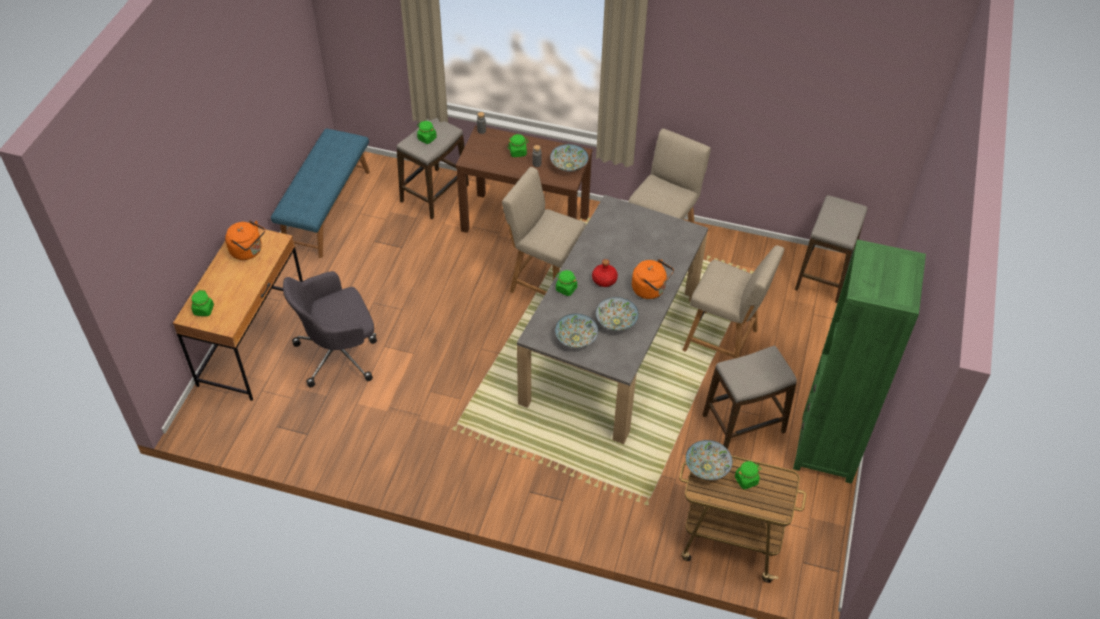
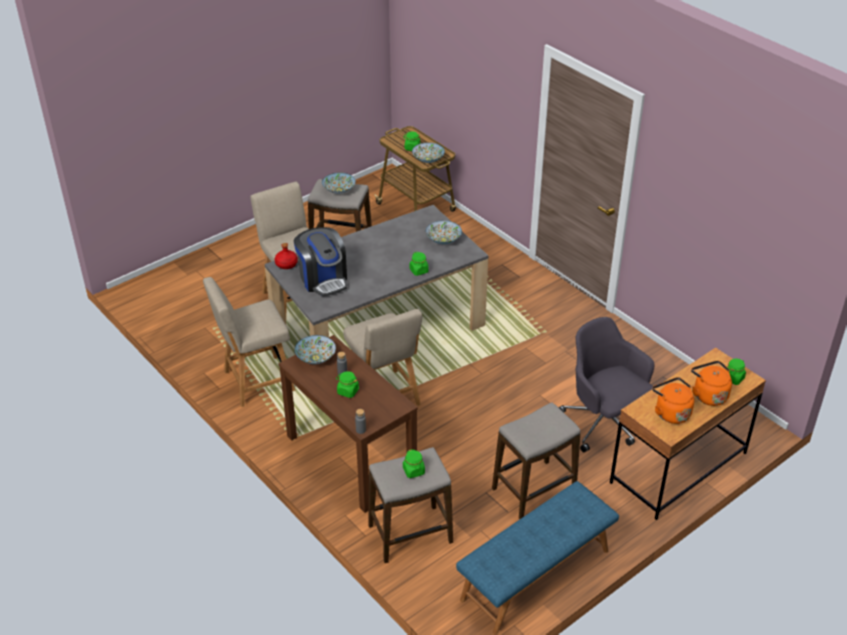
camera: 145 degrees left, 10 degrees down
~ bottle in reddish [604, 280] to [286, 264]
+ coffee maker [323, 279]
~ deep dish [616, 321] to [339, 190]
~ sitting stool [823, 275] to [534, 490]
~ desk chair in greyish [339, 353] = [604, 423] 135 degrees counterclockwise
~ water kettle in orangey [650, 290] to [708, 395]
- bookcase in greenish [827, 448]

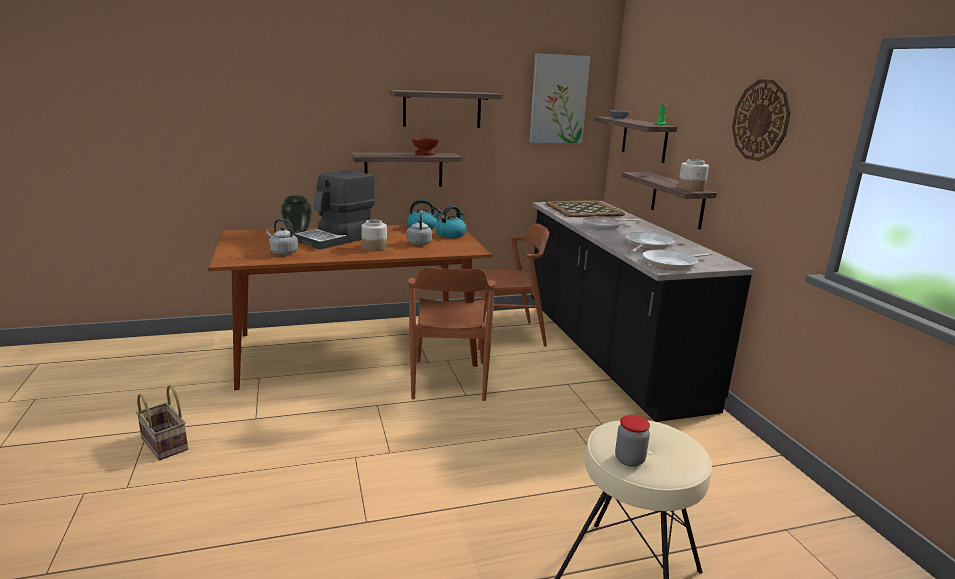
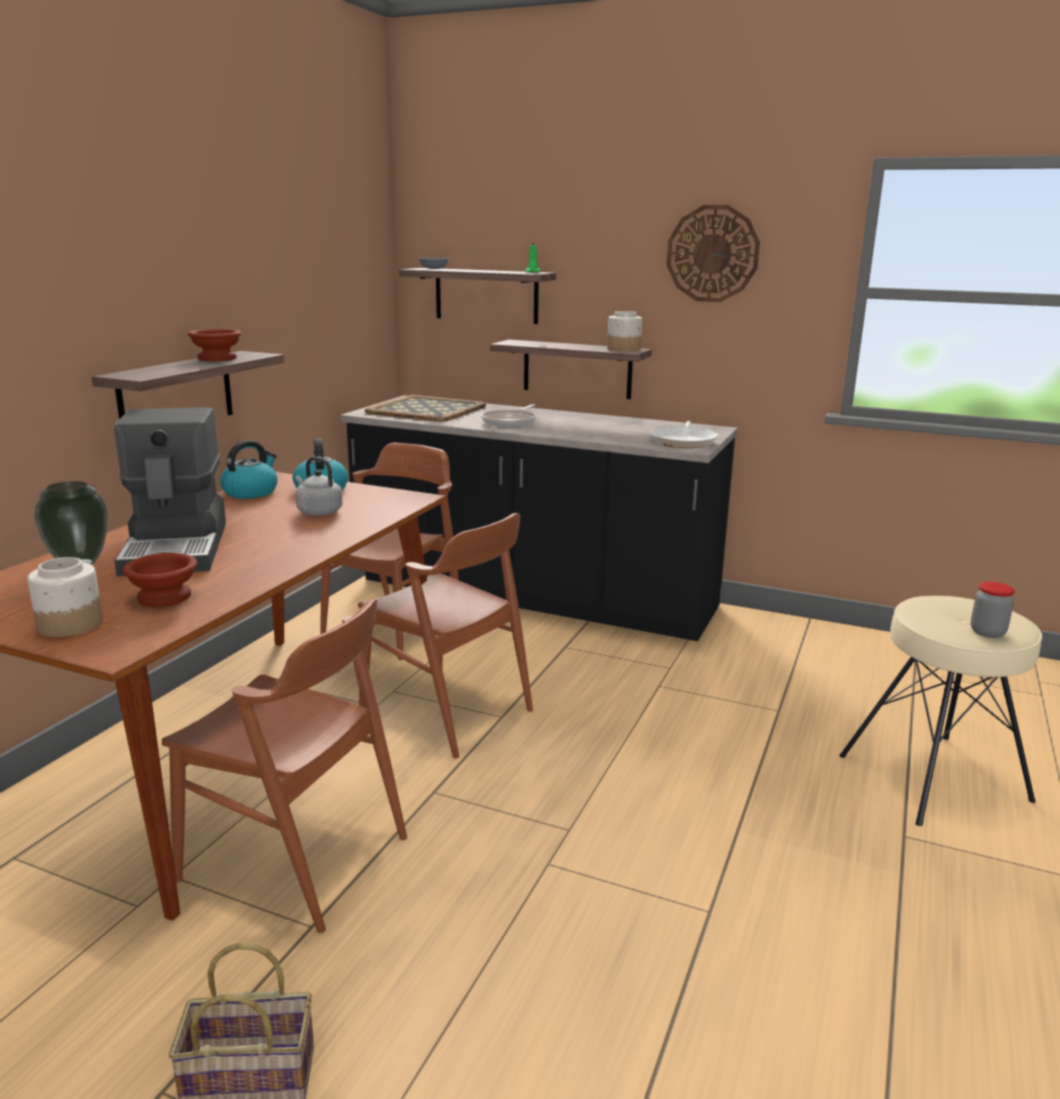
camera: 50 degrees left, 0 degrees up
~ preserve jar [374, 247] to [69, 625]
~ water kettle in greyish [282, 252] to deep dish in brown [163, 598]
+ chair in brown [295, 858]
- wall shelf [442, 109]
- wall picture [558, 99]
- pan [646, 245]

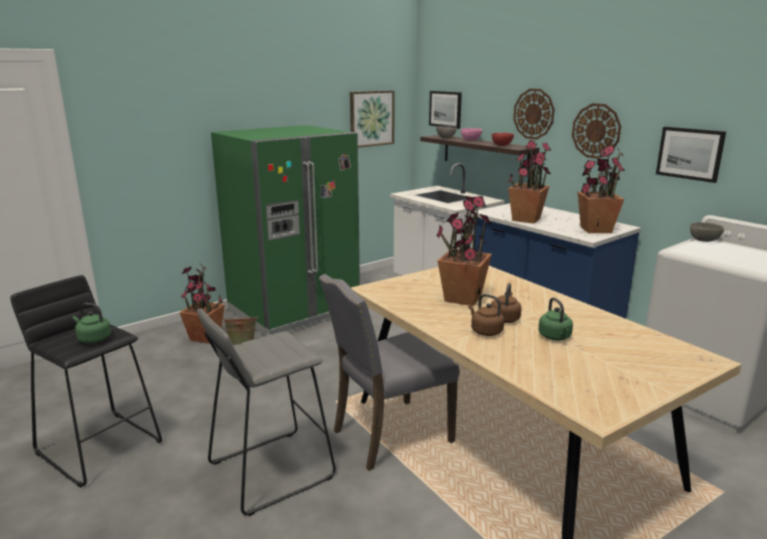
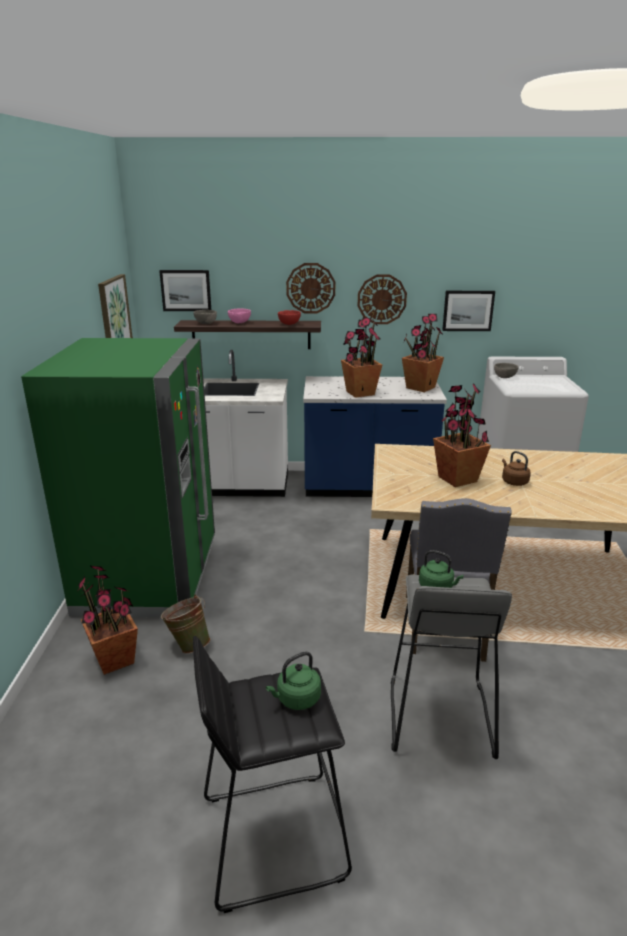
camera: 50 degrees left, 5 degrees up
~ water kettle in greenish [555, 337] to [437, 587]
- water kettle in brown [485, 331]

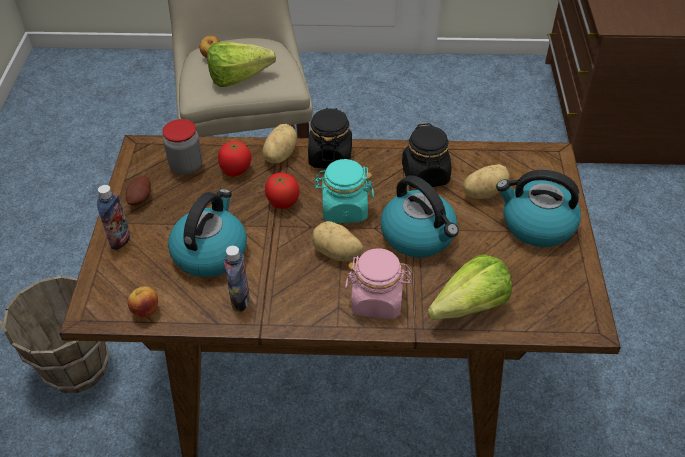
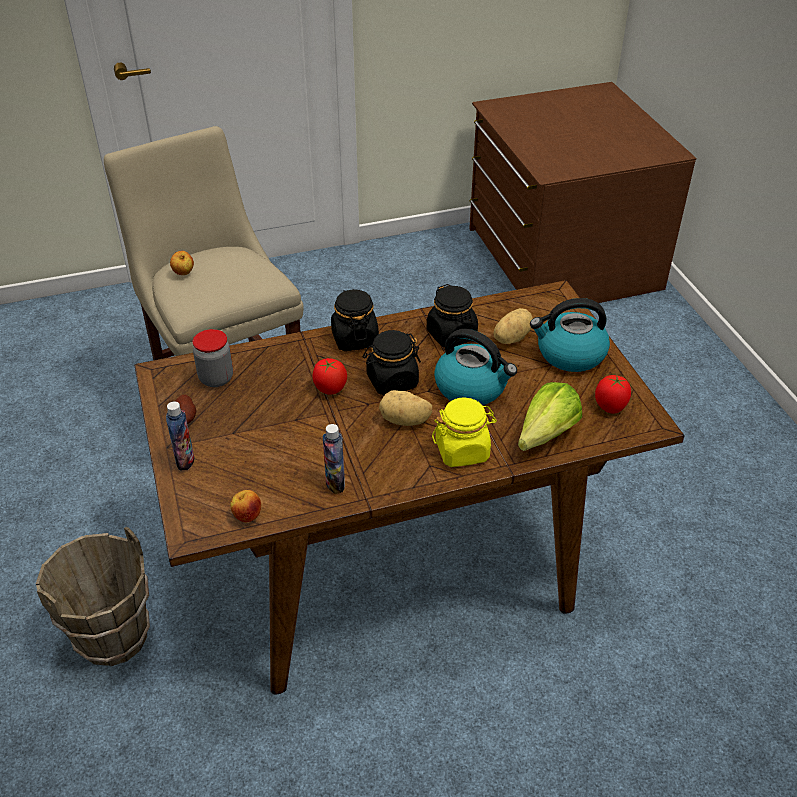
camera: 20 degrees left, 5 degrees down
~ preserve jar in turquoise-coloured [344, 209] to preserve jar in black [392, 381]
~ preserve jar in pink [377, 300] to preserve jar in yellowish [462, 450]
~ tomato [235, 170] to [610, 406]
- water kettle [210, 252]
- head of lettuce [244, 78]
- potato [279, 155]

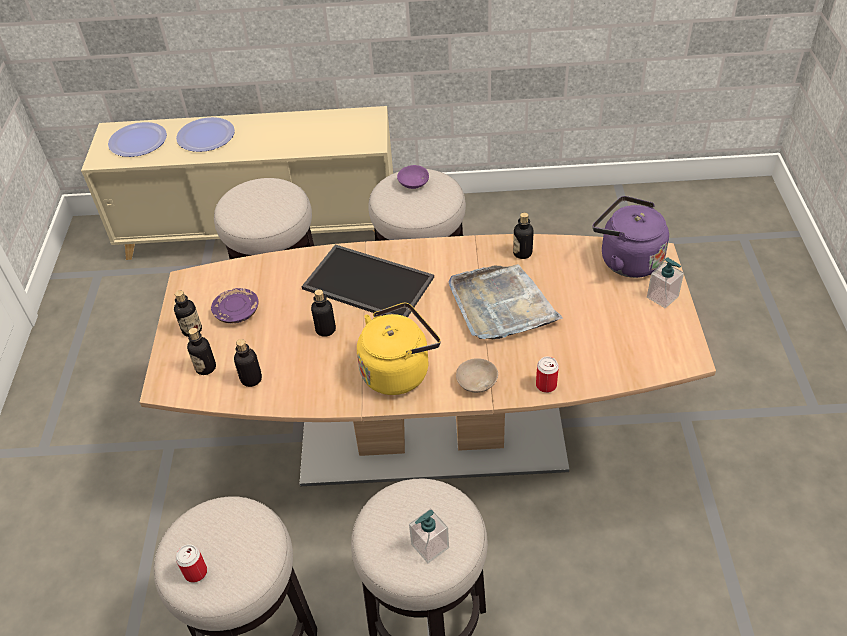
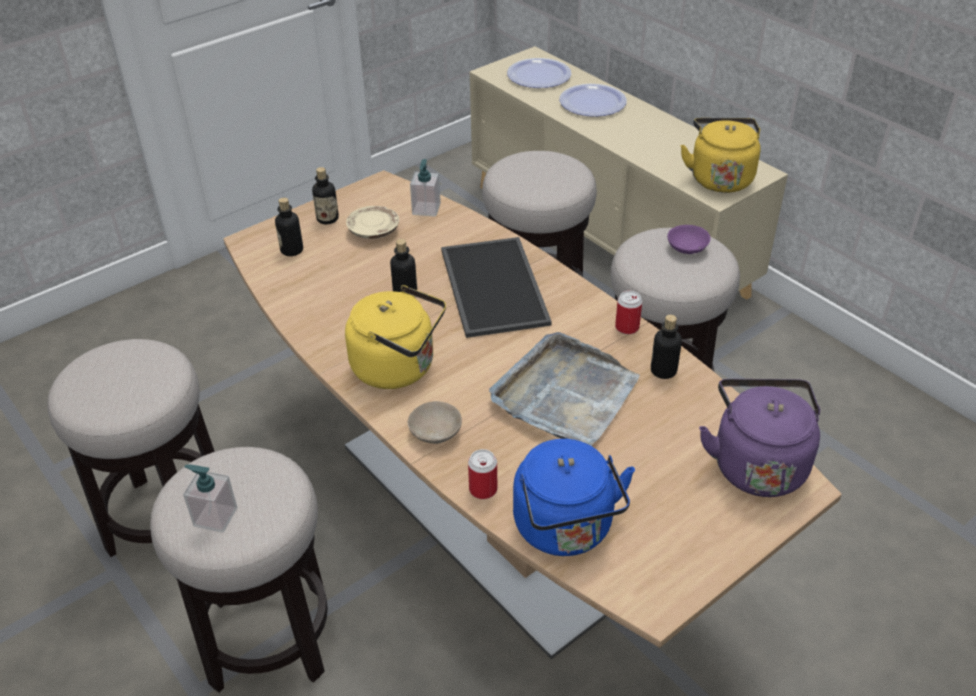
camera: 50 degrees right, 5 degrees down
~ dinner plate in purplish [236, 312] to dinner plate in beige-coloured [373, 230]
~ liquid soap bottle [662, 297] to [426, 209]
+ water kettle in blue [566, 530]
~ metal can [195, 572] to [627, 327]
+ water kettle in yellowish [720, 177]
- bottle [251, 379]

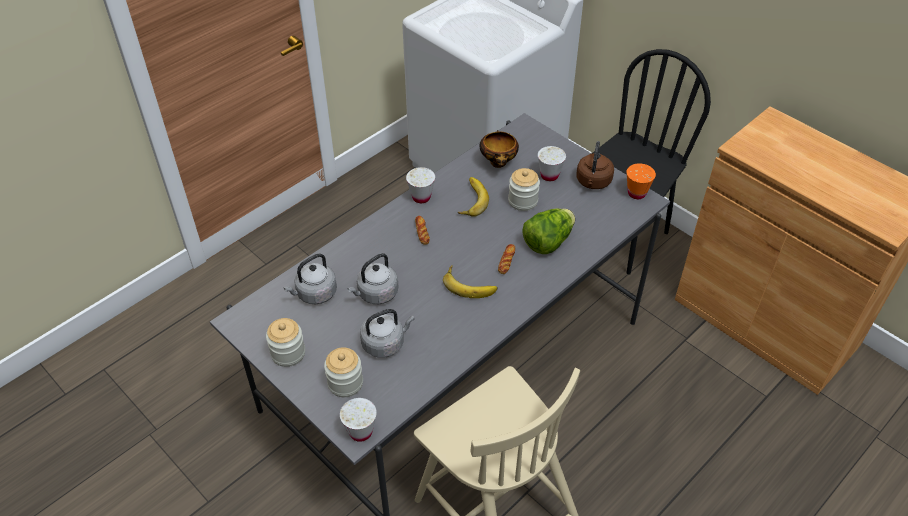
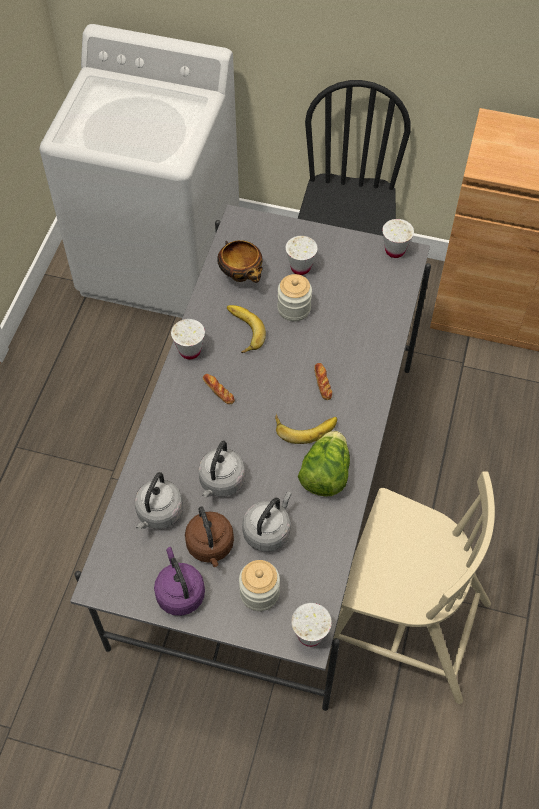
camera: 30 degrees left, 10 degrees up
~ preserve jar [288, 353] to water kettle in purplish [179, 592]
~ water kettle in brown [593, 182] to [211, 546]
~ head of lettuce [548, 242] to [325, 474]
~ drinking cup in orangey [636, 193] to drinking cup in white [395, 250]

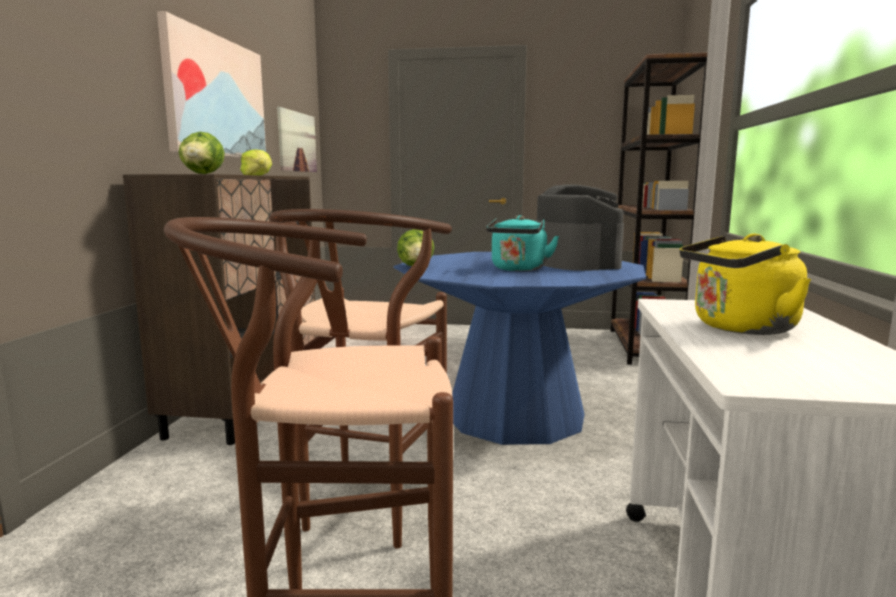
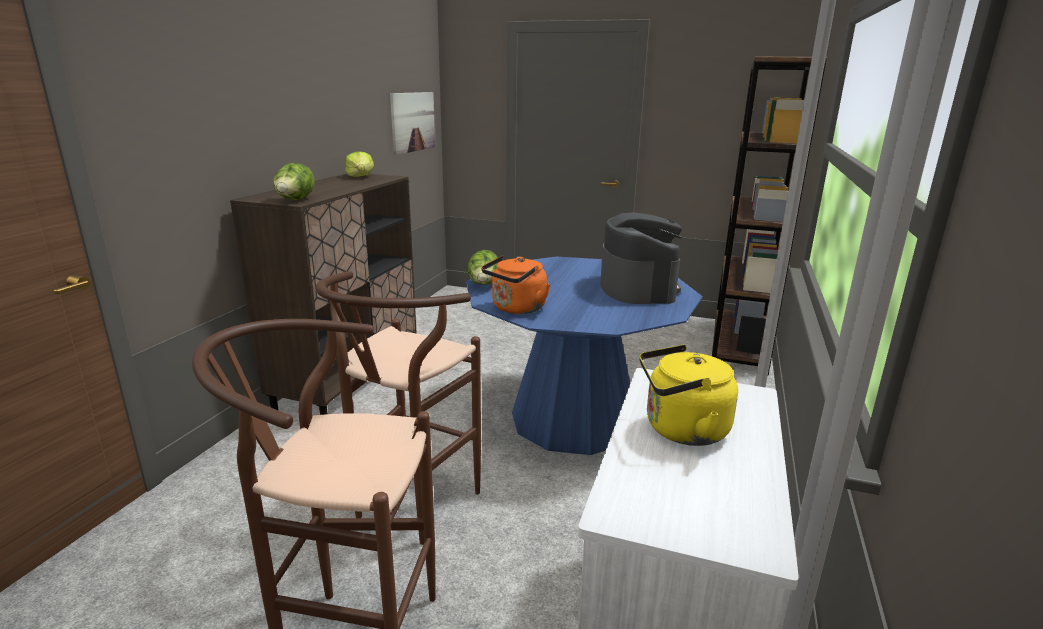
camera: 10 degrees right, 10 degrees up
+ water kettle in orangey [516, 309]
- wall picture [216, 97]
- water kettle in turquoise-coloured [518, 269]

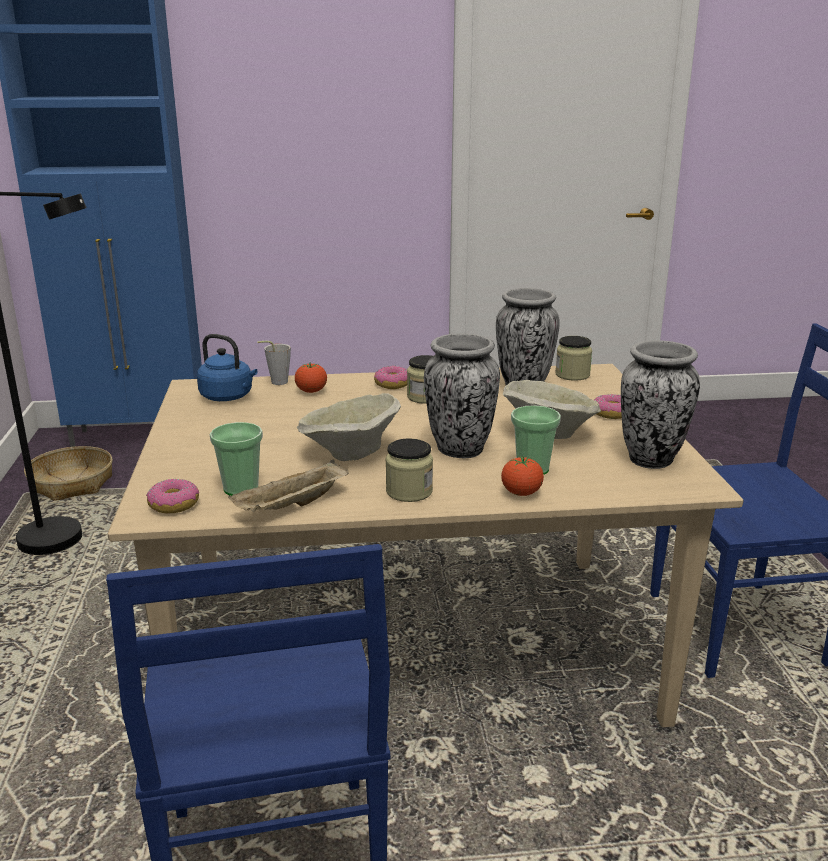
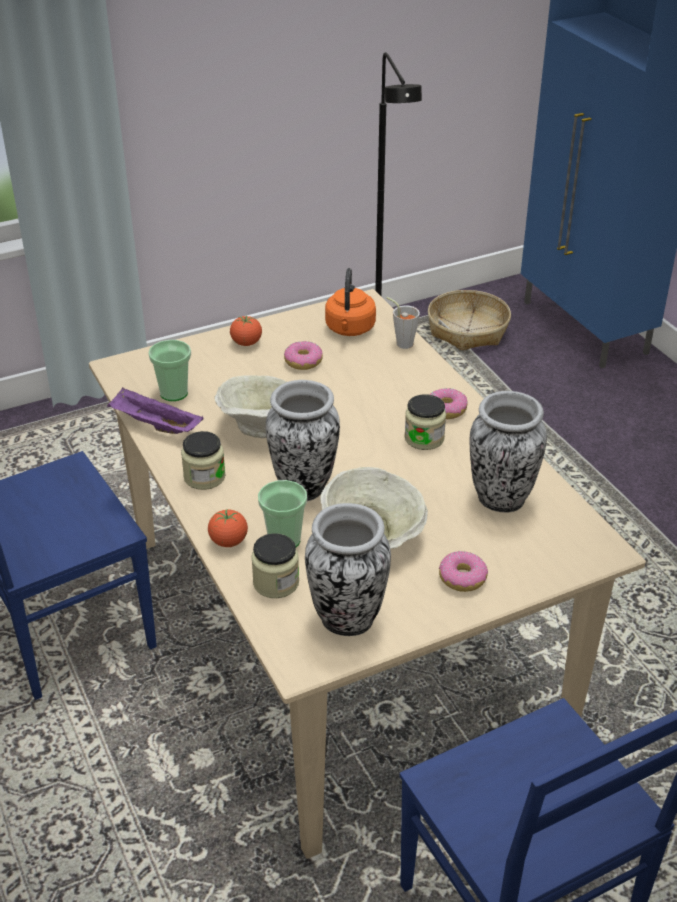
camera: 70 degrees right, 15 degrees up
~ tray in beige-coloured [292, 506] to tray in purplish [154, 425]
~ tomato [311, 391] to [246, 343]
~ preserve jar [572, 375] to [276, 583]
~ donut [174, 504] to [303, 361]
~ water kettle in blue [228, 397] to water kettle in orangey [350, 329]

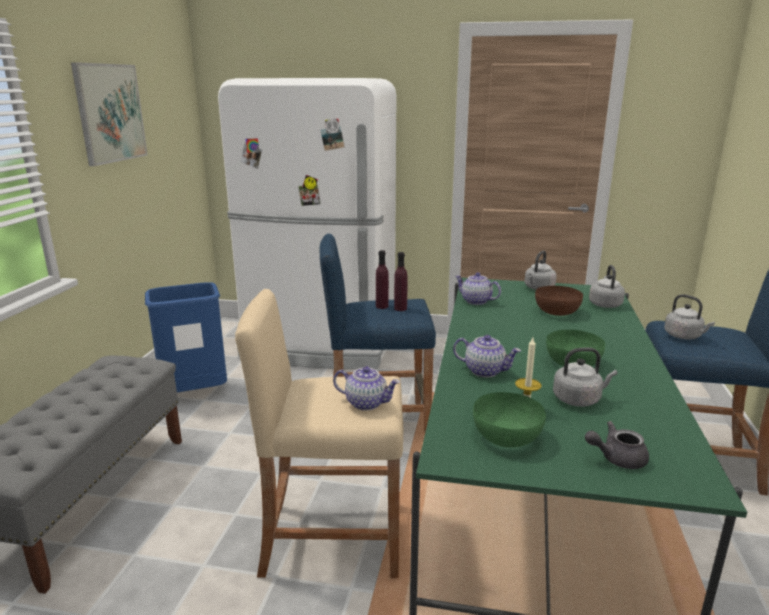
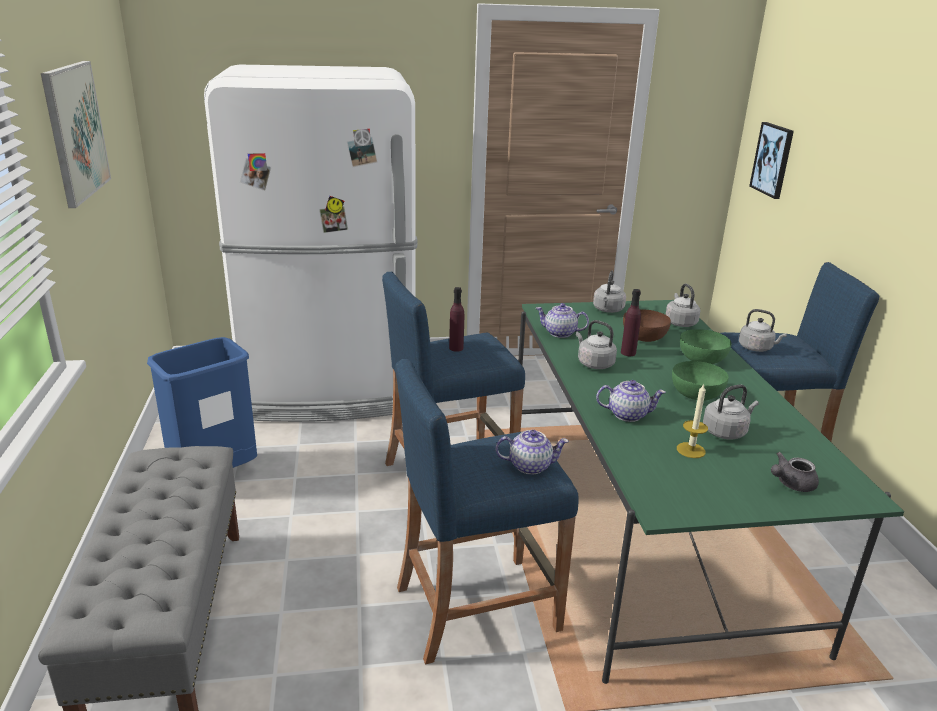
camera: 20 degrees left, 5 degrees up
~ sitting stool in beige-coloured [332, 538] to sitting stool in blue [476, 607]
+ water kettle in greyish [594, 363]
~ bottle in purplish [400, 308] to [628, 353]
~ deep dish in greenish [506, 436] to [701, 359]
+ wall picture [772, 159]

